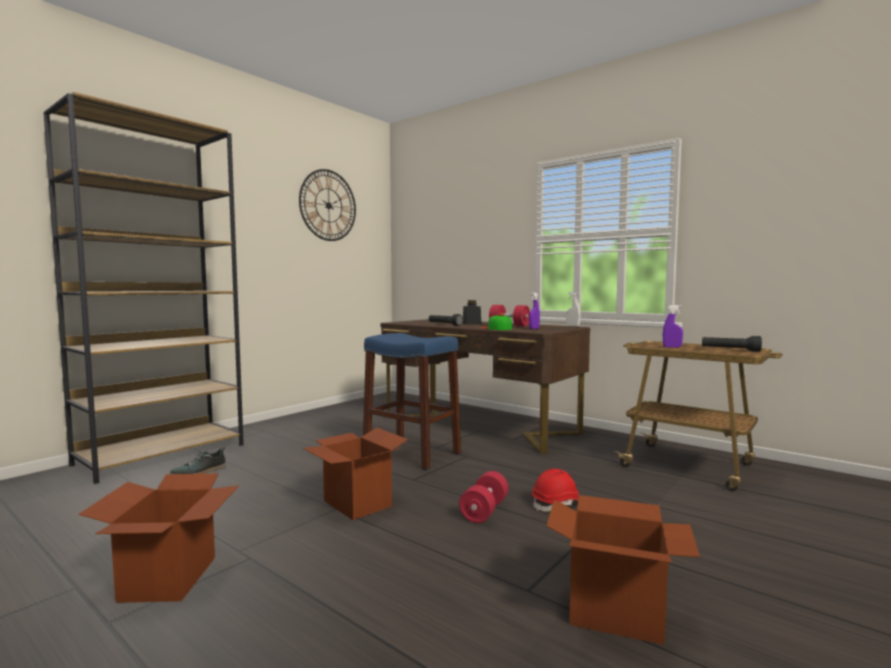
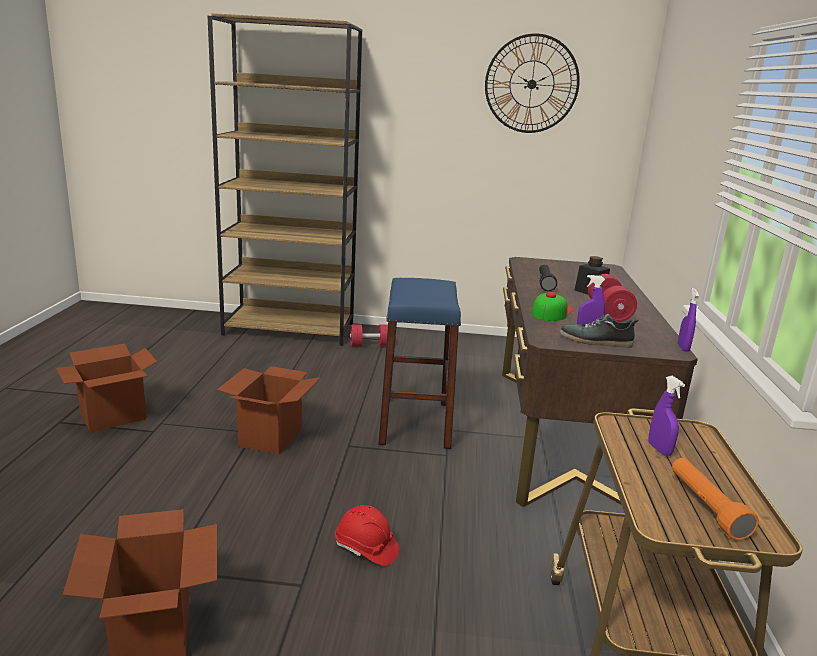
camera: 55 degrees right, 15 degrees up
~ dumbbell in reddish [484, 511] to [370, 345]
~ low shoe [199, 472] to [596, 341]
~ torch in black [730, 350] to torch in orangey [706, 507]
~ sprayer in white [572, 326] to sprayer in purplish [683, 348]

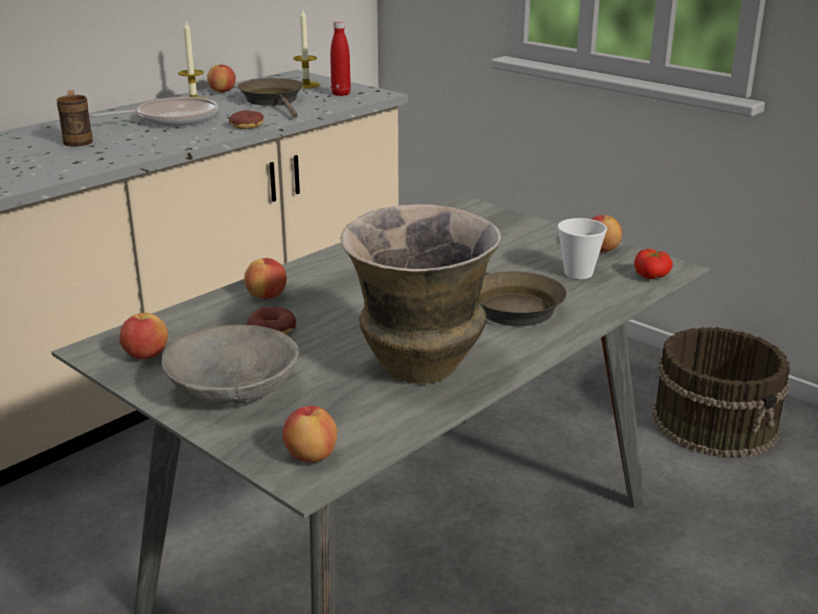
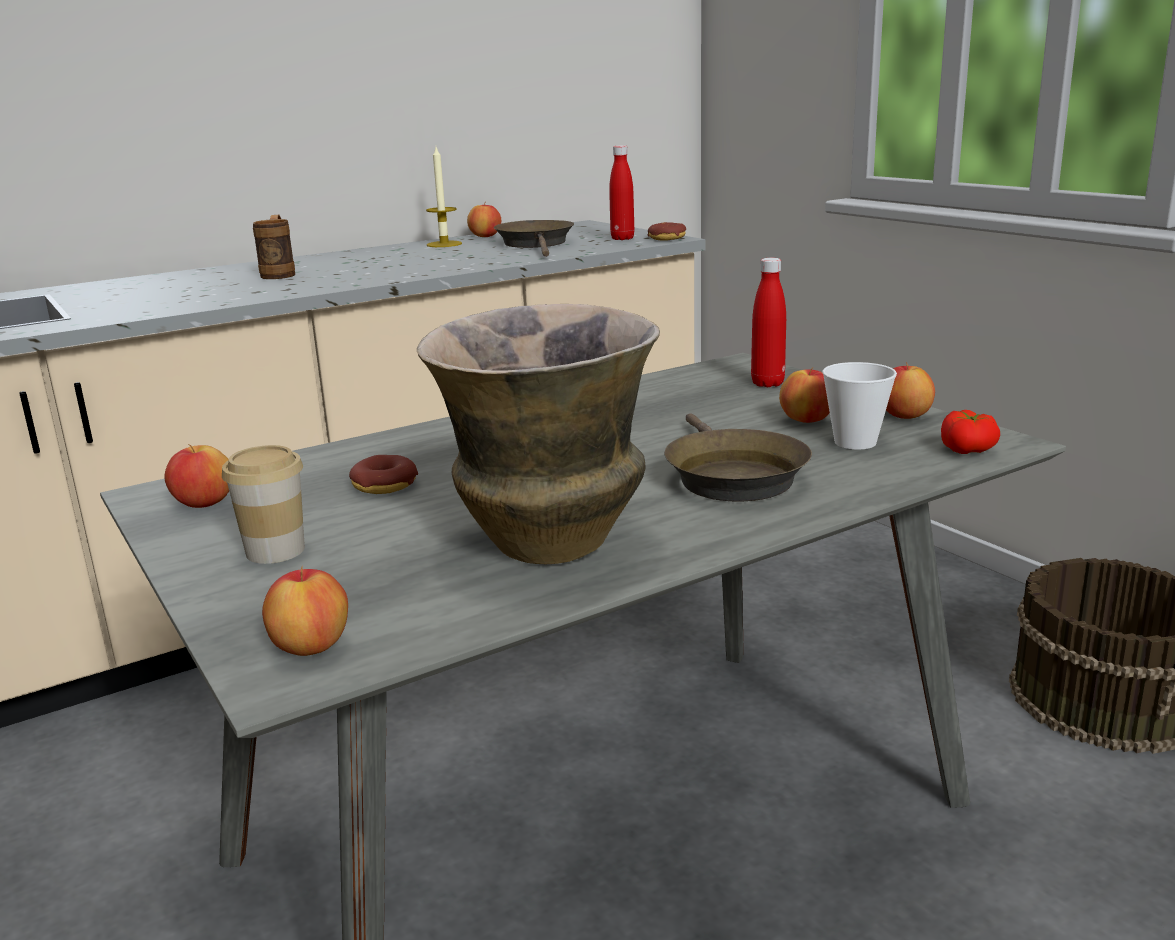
camera: 15 degrees right, 5 degrees down
~ deep dish in greyish [231, 389] to drinking cup [275, 551]
~ donut [247, 125] to [667, 238]
+ bottle in reddish [767, 383]
~ apple [267, 296] to [807, 420]
- pan [172, 119]
- wax candle [306, 85]

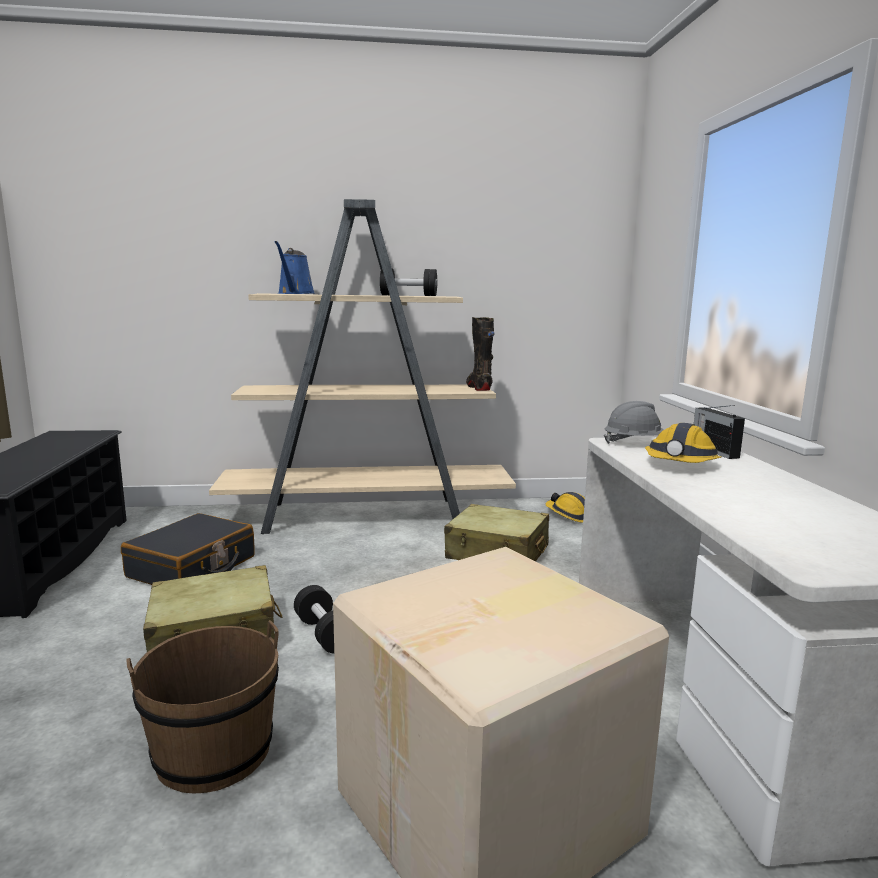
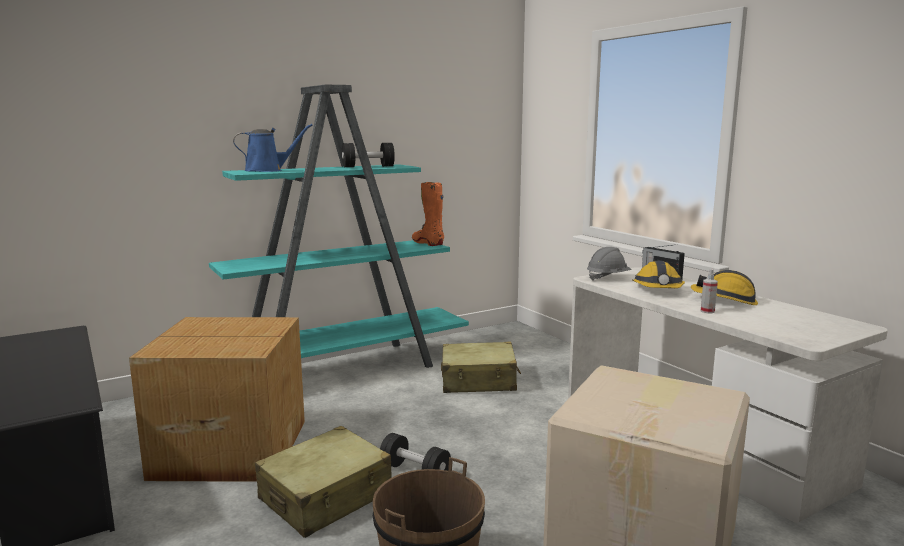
camera: 25 degrees left, 0 degrees up
~ suitcase in black [192, 567] to carton [230, 447]
~ bookcase in beige-coloured [367, 515] to bookcase in turquoise-coloured [340, 371]
~ watering can in blue [295, 293] = [267, 170] 90 degrees counterclockwise
~ tall boot in black [479, 388] to tall boot in orangey [428, 243]
~ hard hat [569, 515] to [724, 300]
+ sprayer [707, 311]

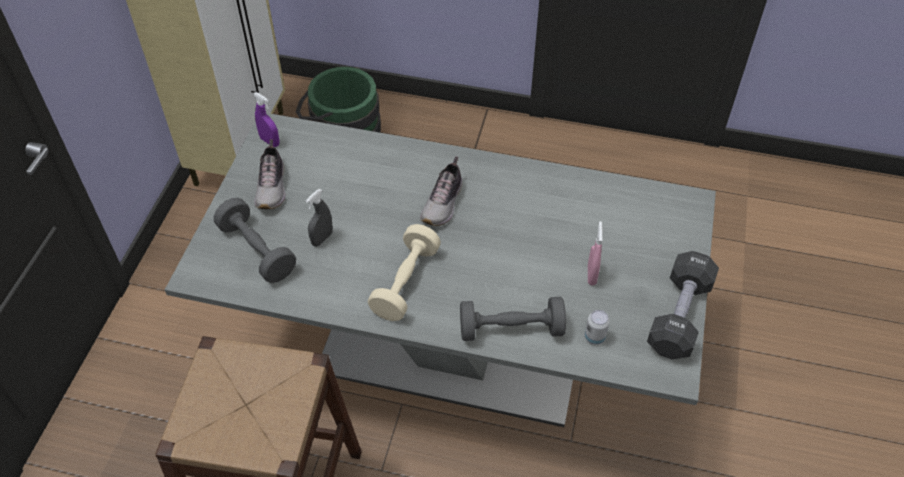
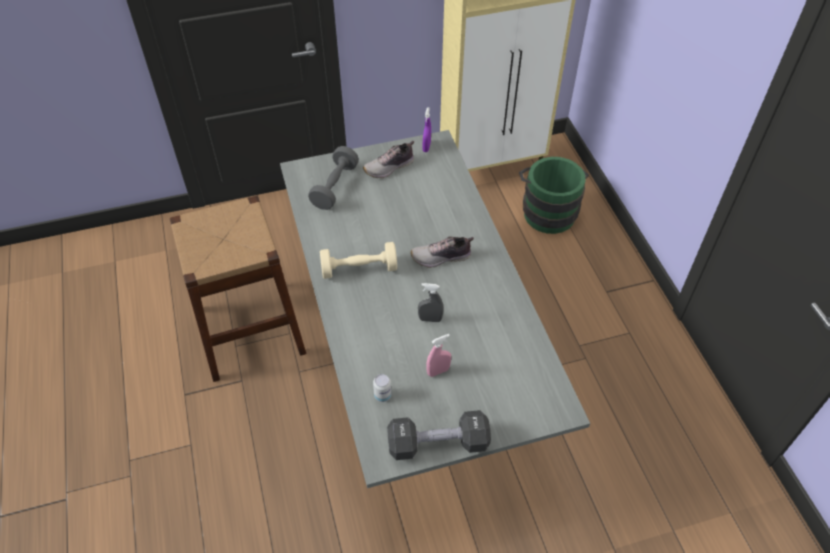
camera: 60 degrees right, 0 degrees up
~ sprayer in greyish [322, 238] to [430, 319]
- dumbbell in greyish [511, 329]

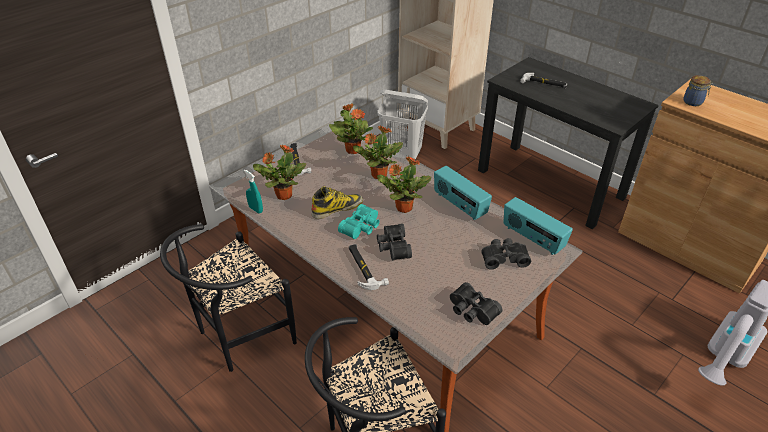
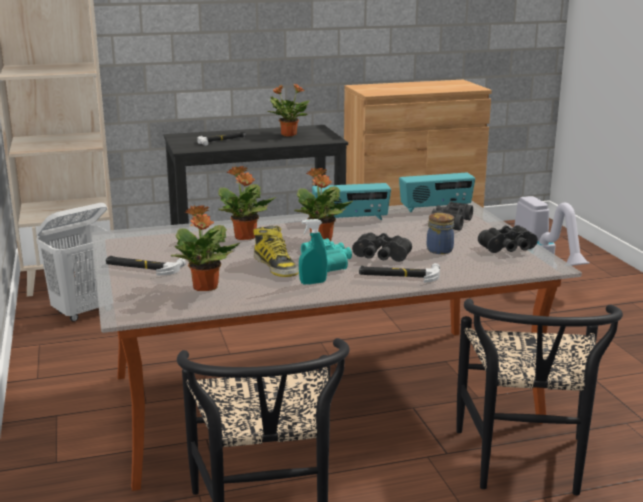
camera: 60 degrees left, 20 degrees down
~ tall boot [337, 208] = [276, 267] 150 degrees clockwise
~ potted plant [353, 150] to [288, 135]
~ sprayer in turquoise-coloured [256, 209] to [313, 283]
~ preserve jar [693, 102] to [440, 250]

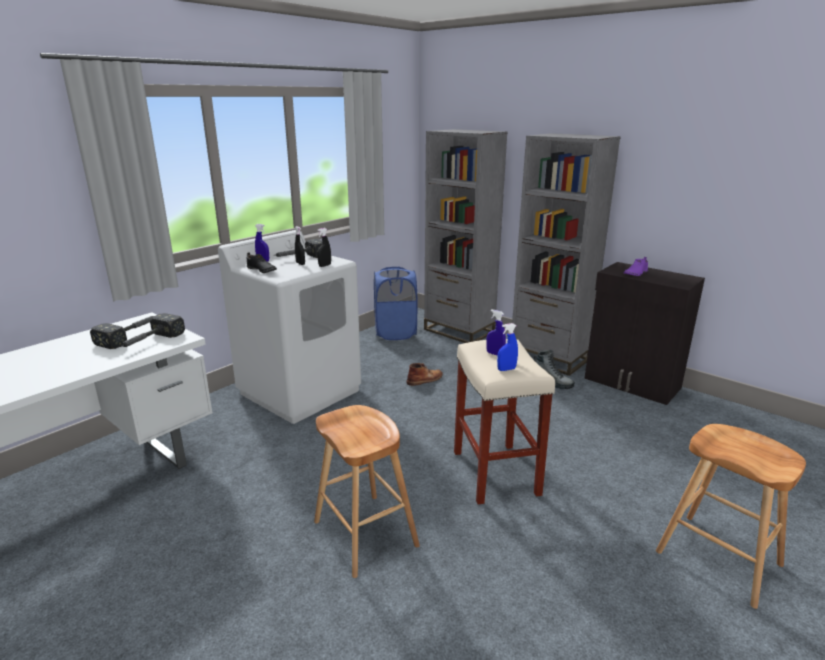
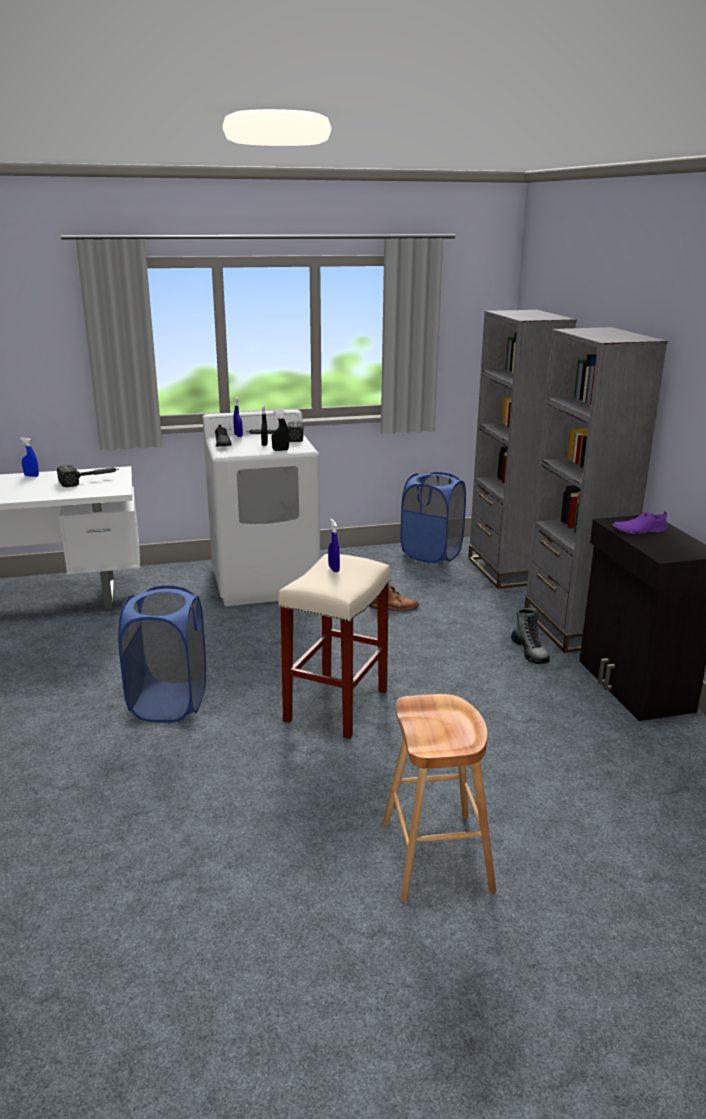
camera: 35 degrees right, 0 degrees up
~ sprayer in blue [506, 369] to [31, 476]
~ sitting stool in brown [365, 533] to hamper in blue [169, 703]
- hand hammer [150, 342]

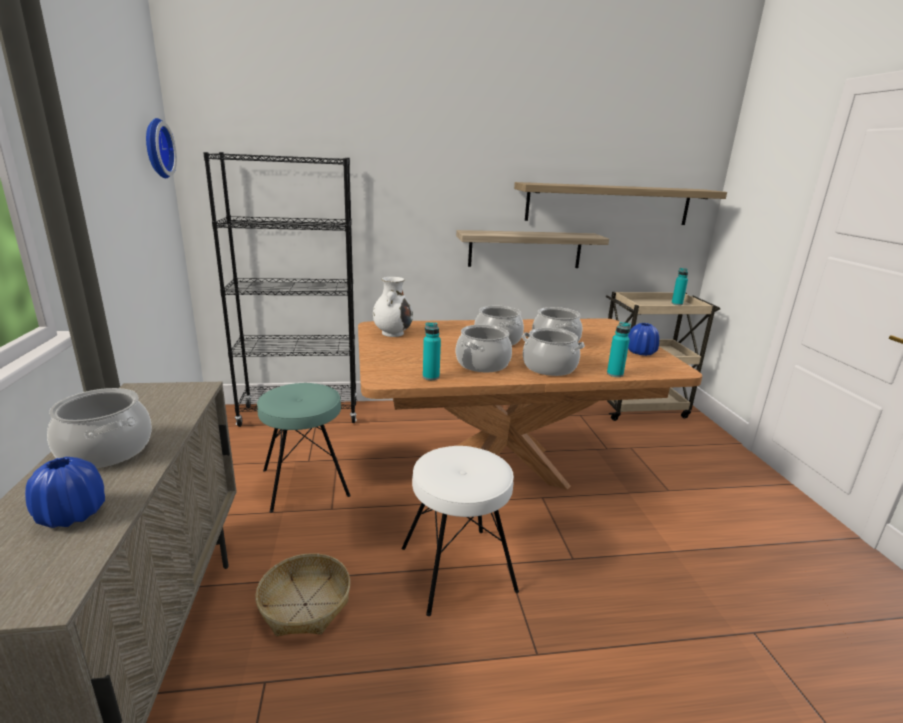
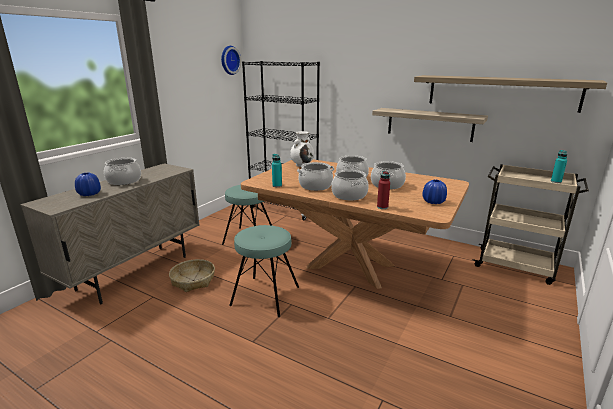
camera: 40 degrees right, 0 degrees up
~ sitting stool in white [457, 569] to sitting stool in turquoise-coloured [265, 296]
~ bottle in turquoise-coloured [615, 374] to bottle in reddish [382, 207]

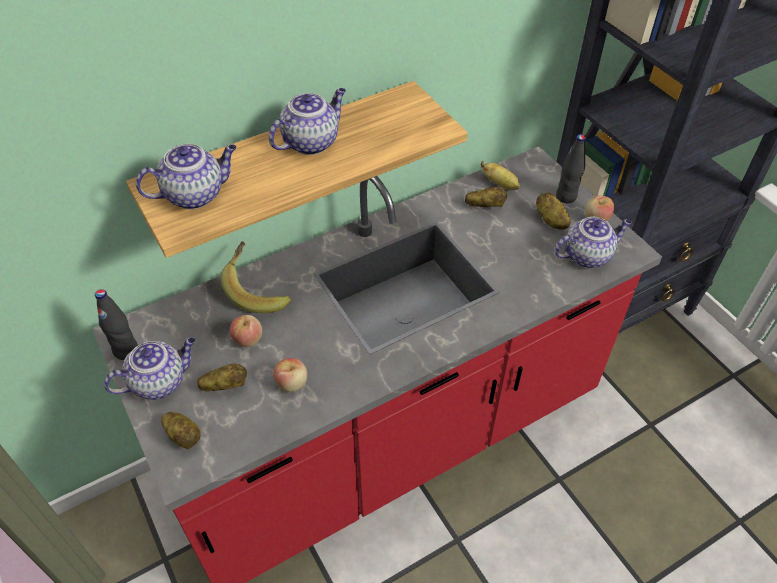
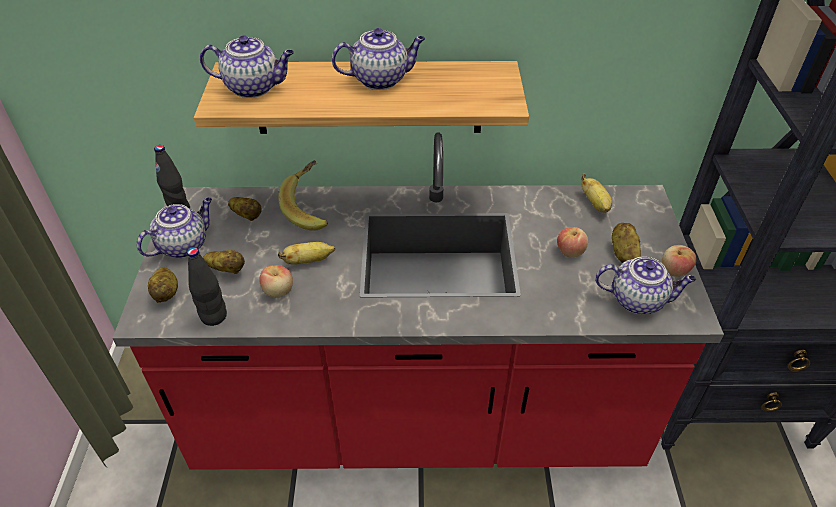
camera: 30 degrees right, 5 degrees down
~ teapot [160, 381] = [184, 245] 45 degrees counterclockwise
~ bottle in black [566, 197] to [214, 316]
~ potato [485, 206] to [247, 216]
+ banana [308, 261]
~ apple [248, 339] to [570, 251]

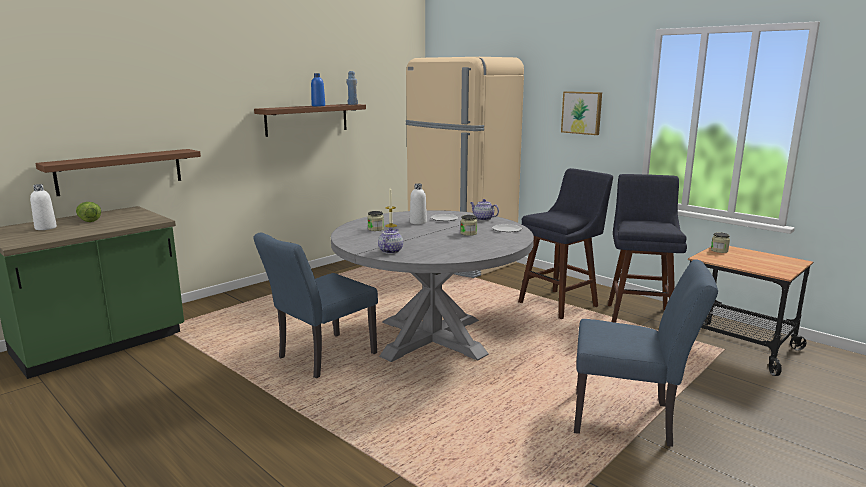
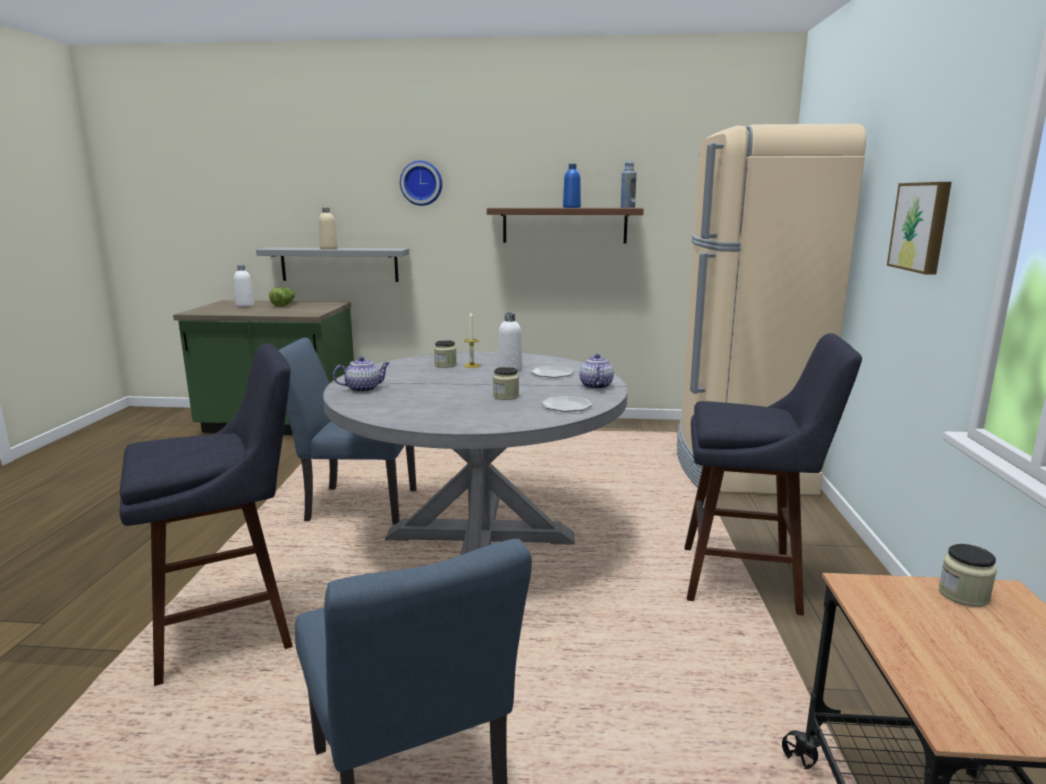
camera: 50 degrees right, 0 degrees up
~ sitting stool in blue [639, 315] to [233, 629]
~ wall shelf in brown [120, 171] to wall shelf in greyish [339, 264]
+ bottle in beige-coloured [328, 248]
+ hanging clock [421, 183]

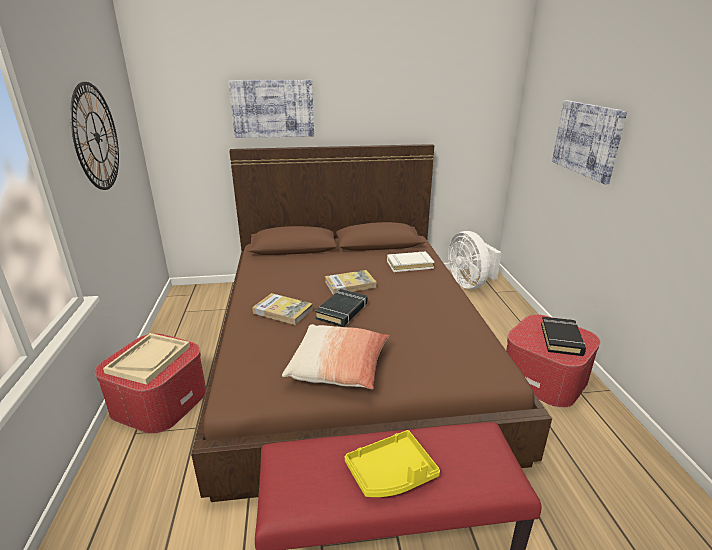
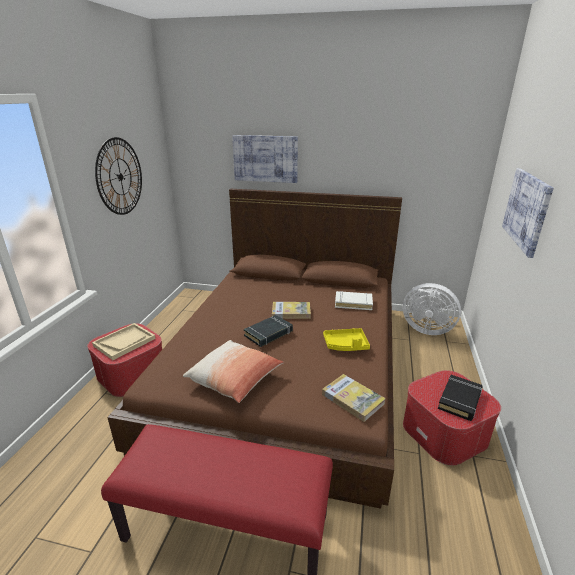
camera: 20 degrees right, 0 degrees up
~ bound book [283, 311] to [352, 399]
~ tray in yellowish [391, 474] to [346, 345]
~ electric fan in white [470, 283] = [425, 328] 60 degrees counterclockwise

